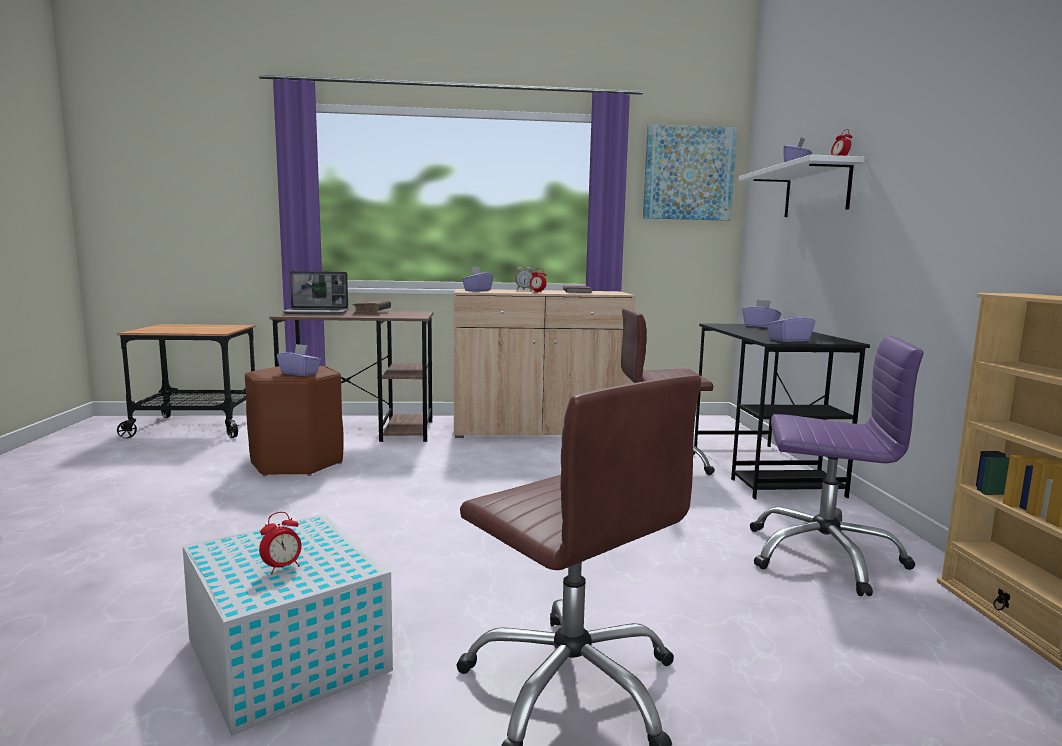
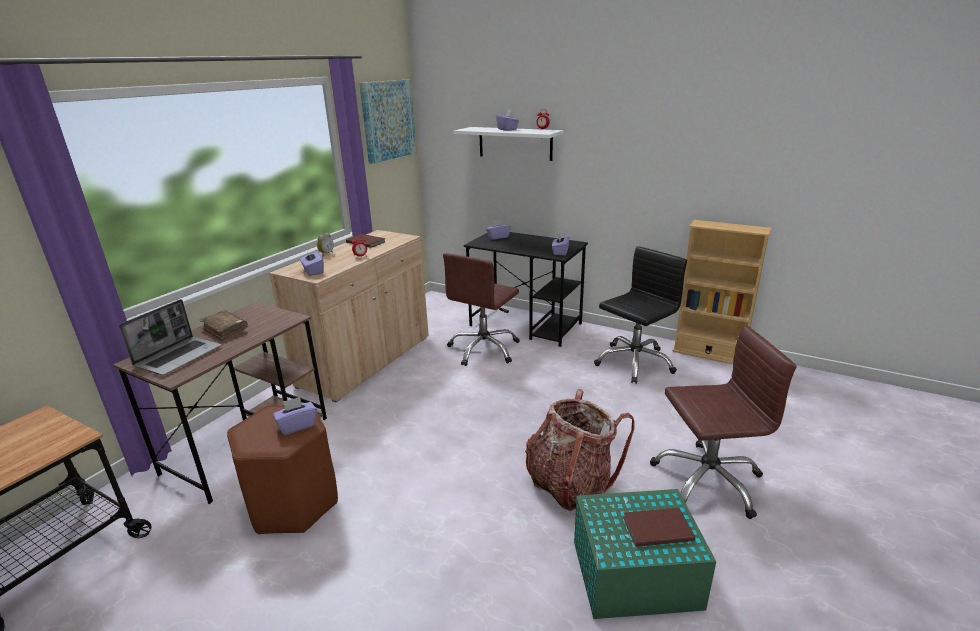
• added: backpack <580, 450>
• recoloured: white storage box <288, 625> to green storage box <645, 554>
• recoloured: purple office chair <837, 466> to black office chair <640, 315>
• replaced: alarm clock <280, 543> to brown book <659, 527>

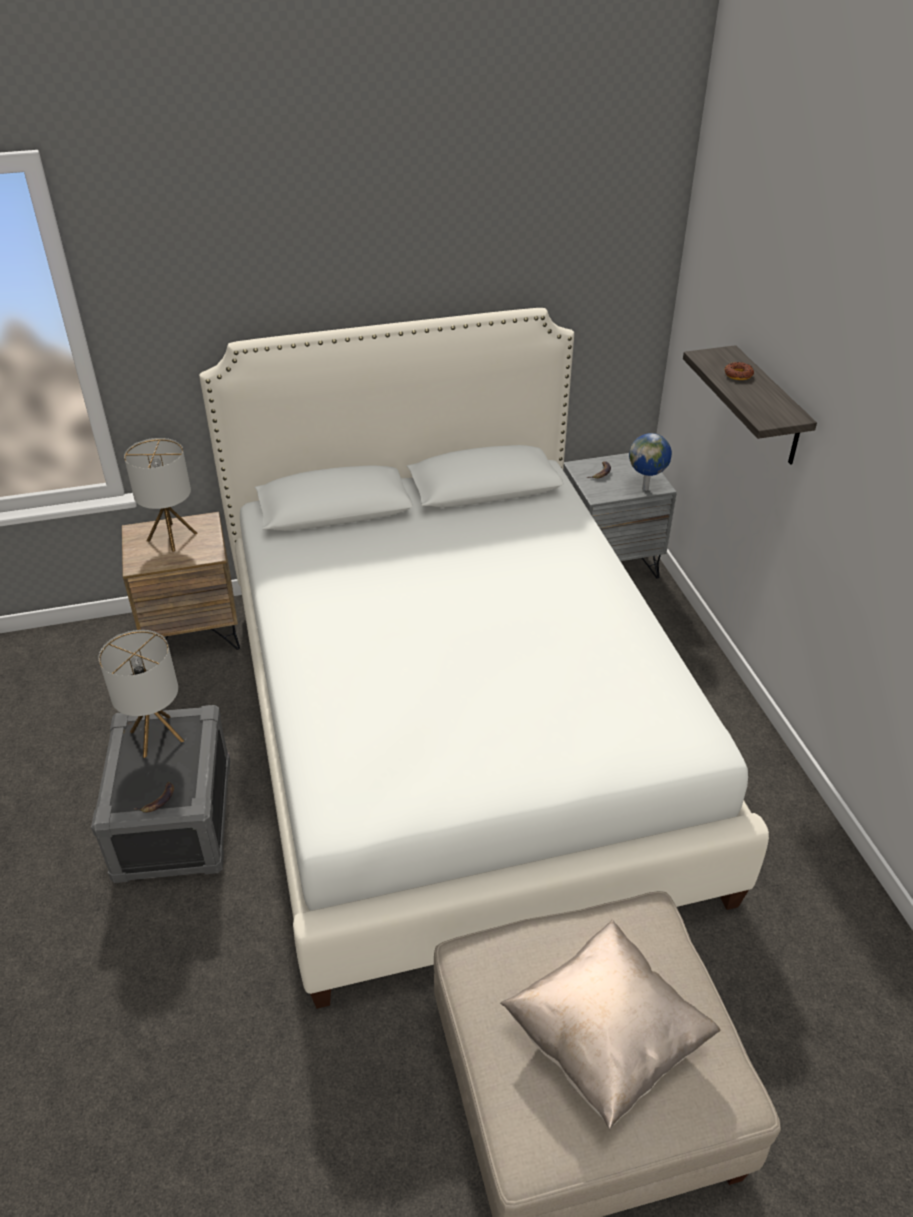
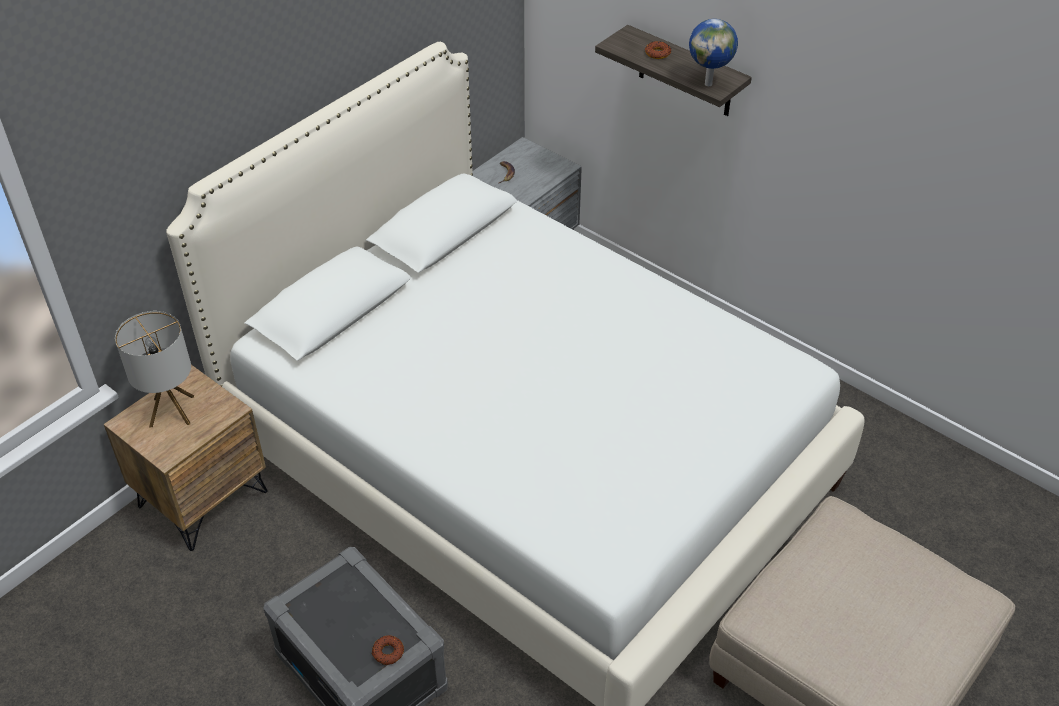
• replaced: banana <154, 797> to donut <388, 650>
• moved: globe <650, 462> to <713, 52>
• removed: table lamp <141, 694>
• removed: beige pillow <610, 1024>

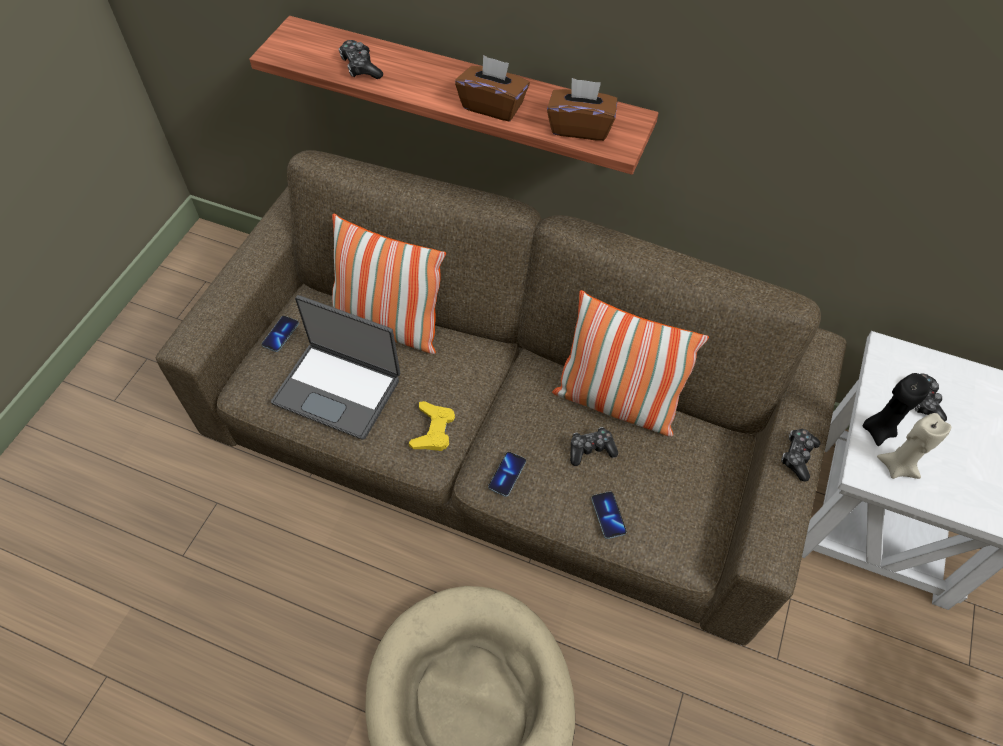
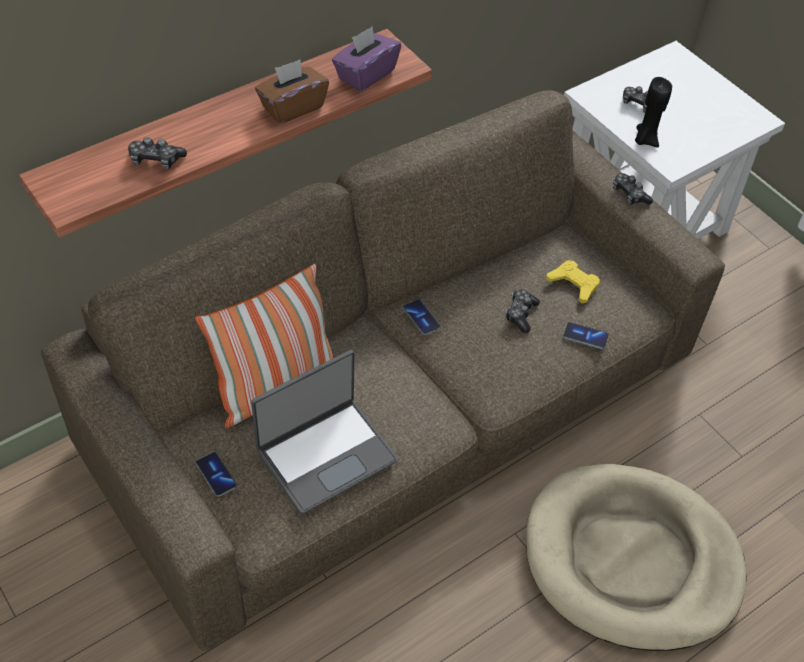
• recoloured: brown tissue box <582, 109> to purple tissue box <366, 58>
• moved: phone <507, 474> to <422, 317>
• moved: yellow game controller <432, 426> to <573, 281>
• removed: pillow <630, 363>
• removed: beige candle <914, 446>

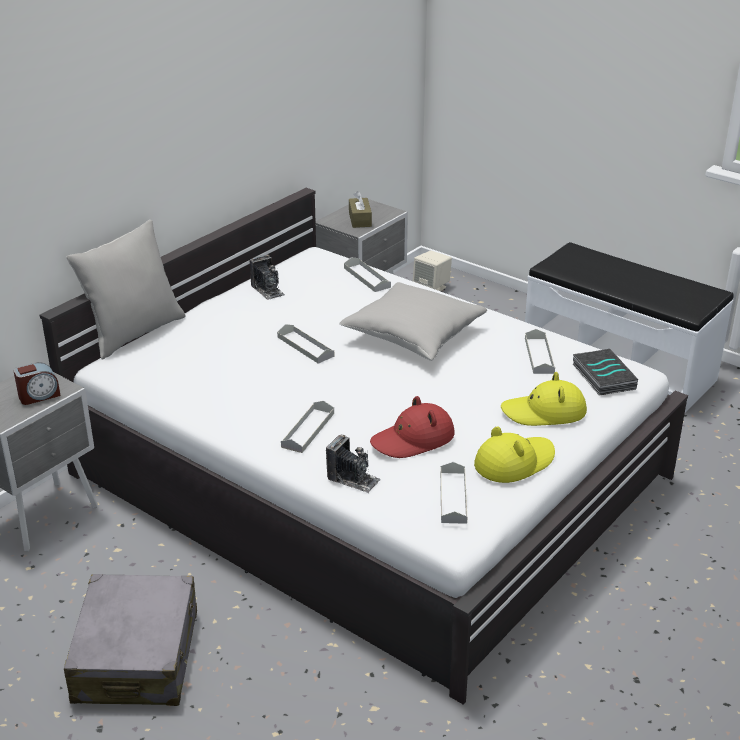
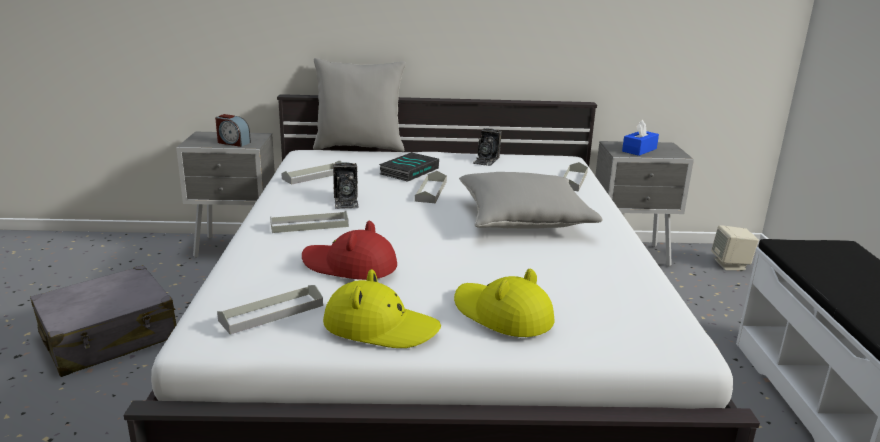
• moved: grey tray <540, 351> to <311, 172>
• moved: photo camera <353, 463> to <346, 185>
• moved: book <605, 372> to <409, 167>
• recoloured: brown tissue box <360, 209> to blue tissue box <640, 138>

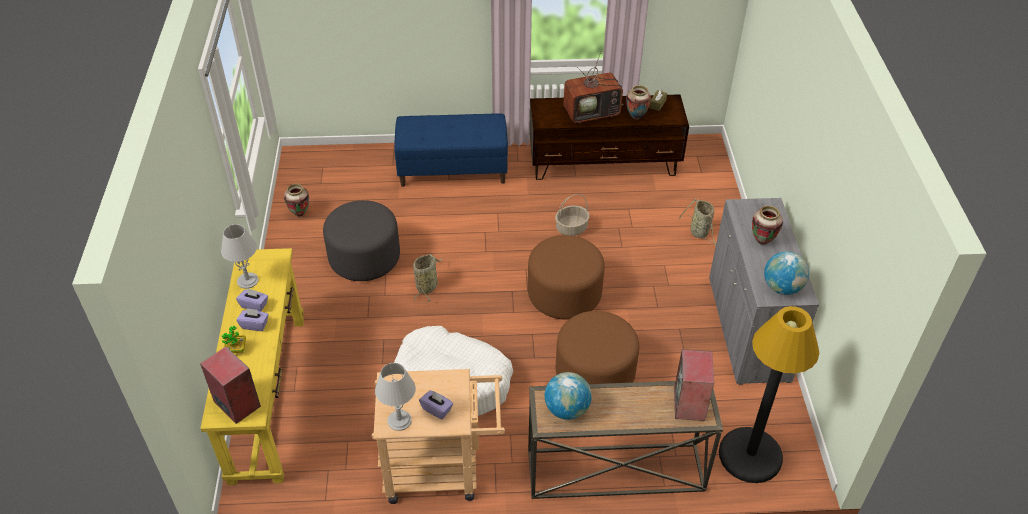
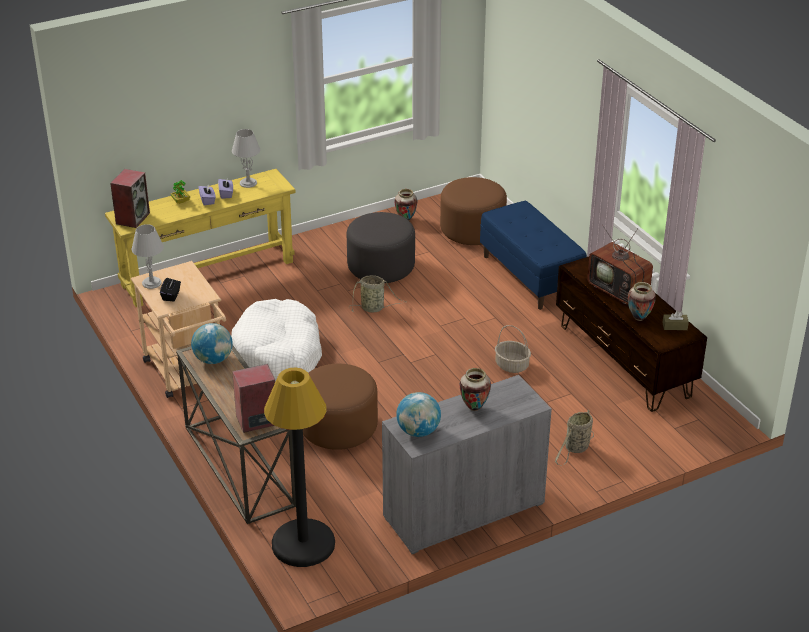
• recoloured: purple tissue box <436, 405> to black tissue box <170, 289>
• moved: brown ottoman <566, 277> to <473, 211>

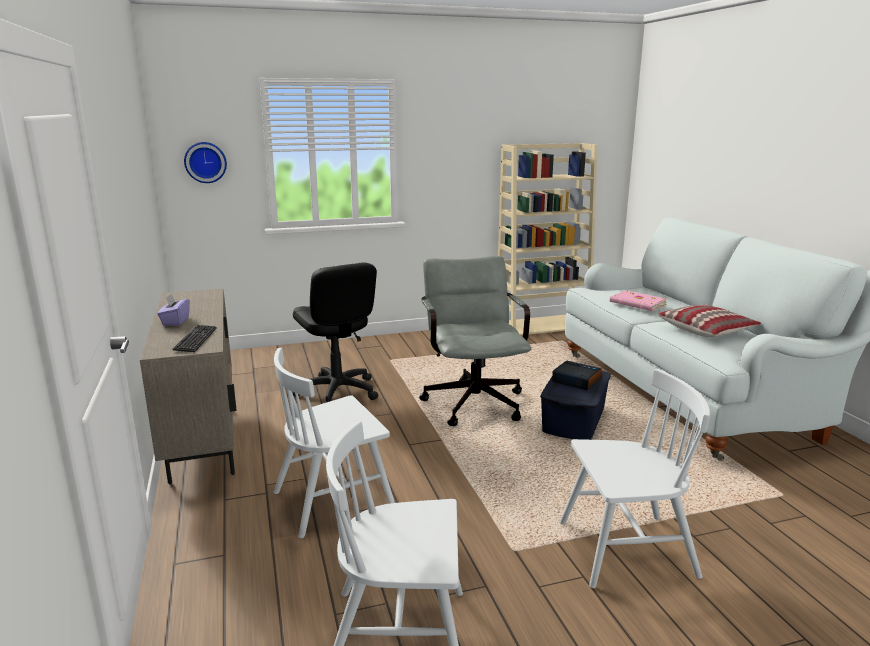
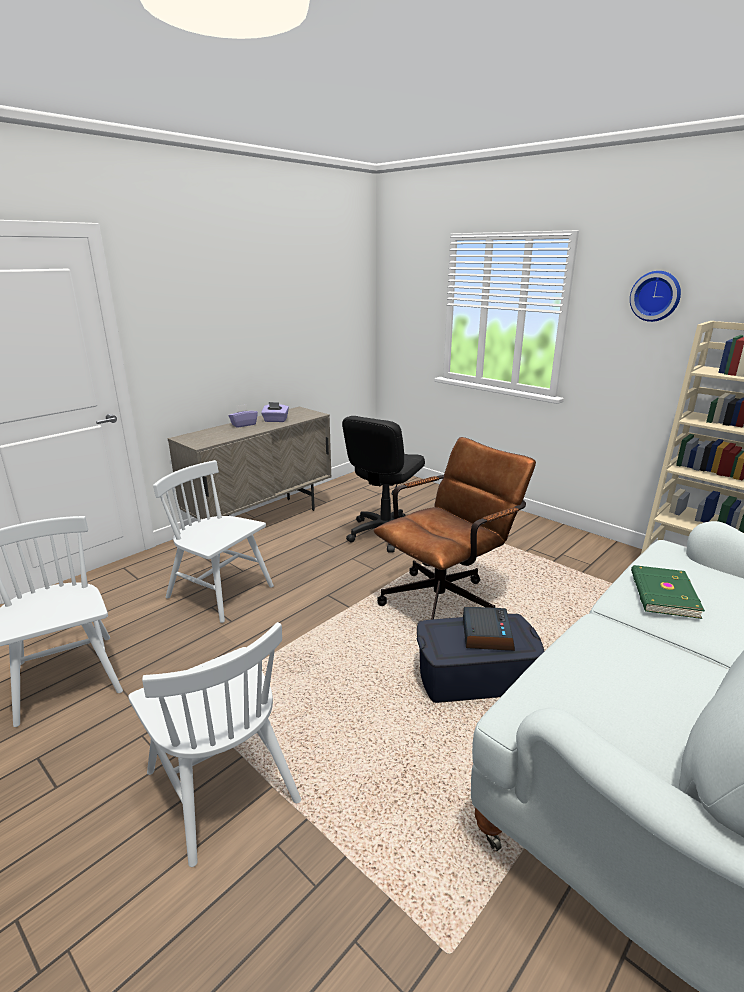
• added: purple tissue box <275, 412>
• recoloured: grey office chair <475, 341> to brown office chair <455, 528>
• moved: wall clock <205, 162> to <655, 296>
• recoloured: pink book <638, 300> to green book <668, 592>
• removed: keyboard <195, 338>
• removed: pillow <709, 321>

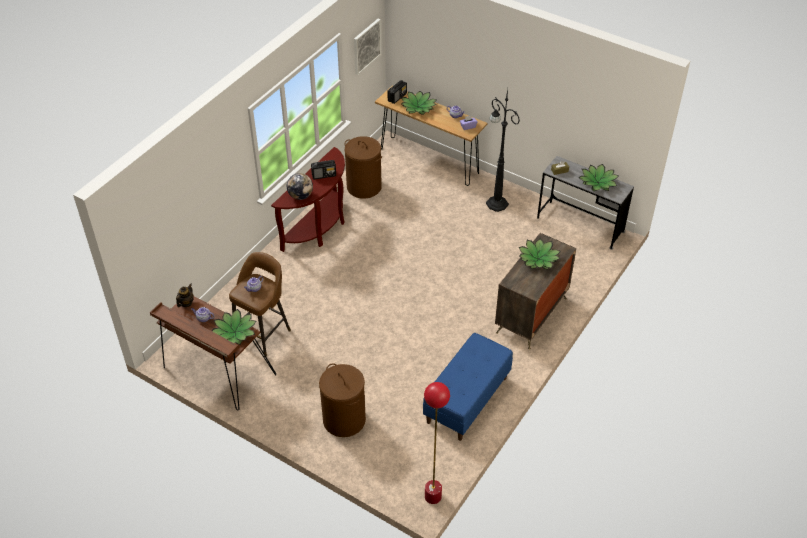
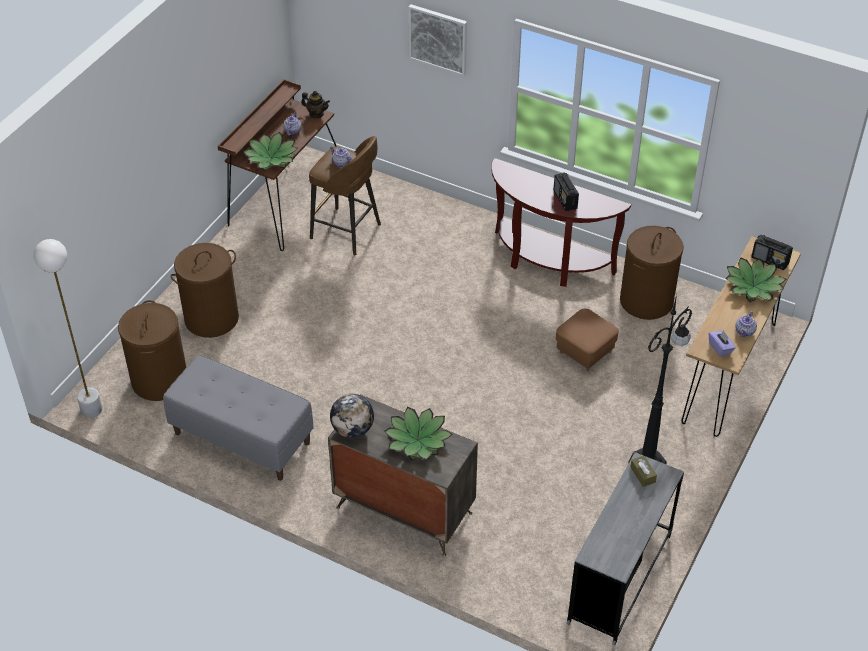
• recoloured: red floor lamp <437, 443> to white floor lamp <68, 328>
• added: brown laundry basket <152, 350>
• recoloured: blue bench <468, 387> to grey bench <238, 418>
• moved: globe <300, 186> to <352, 416>
• moved: picture <367, 47> to <437, 40>
• added: brown ottoman <587, 340>
• removed: potted plant <599, 177>

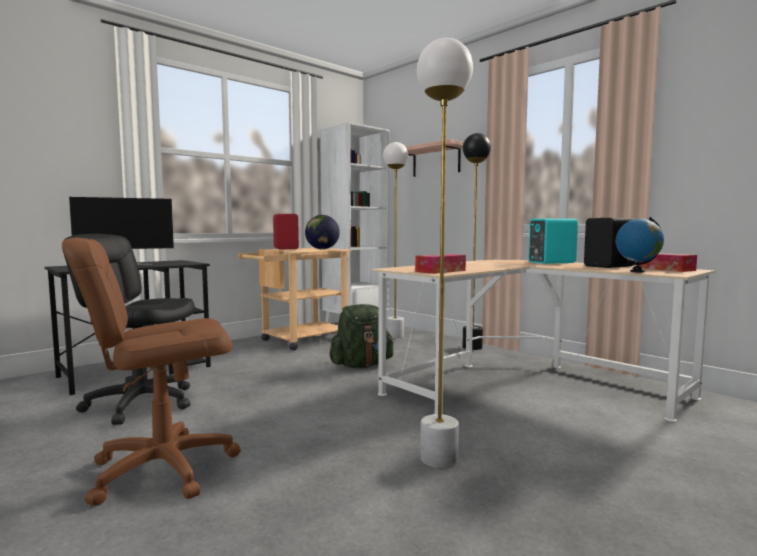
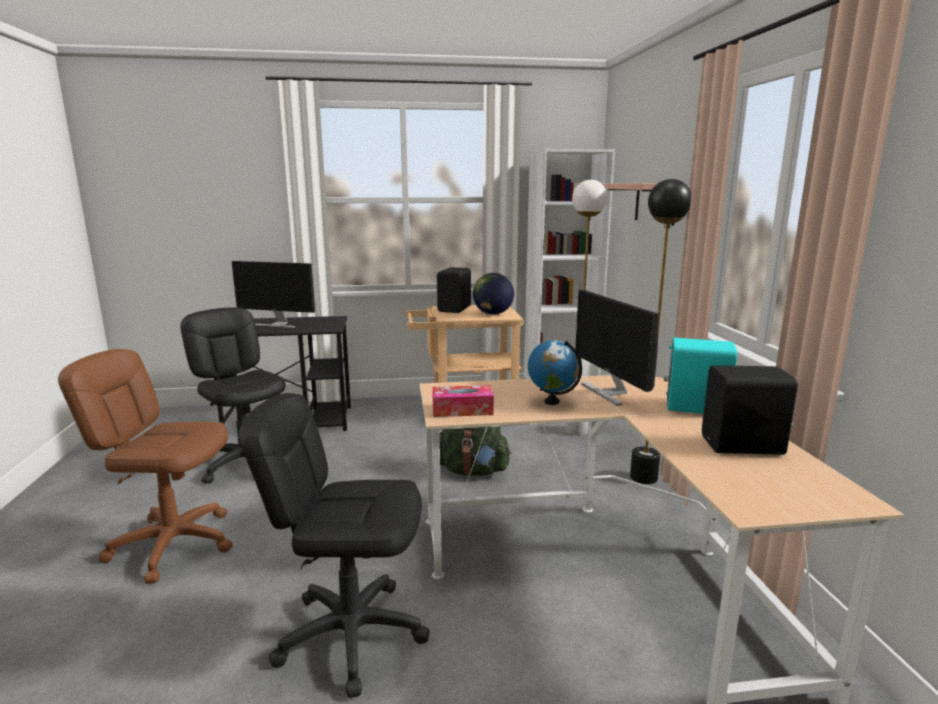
• replaced: white floor lamp <445, 253> to black office chair <334, 545>
• recoloured: red speaker <286, 232> to black speaker <454, 290>
• moved: globe <639, 245> to <555, 372>
• added: monitor <616, 347>
• removed: tissue box <668, 262>

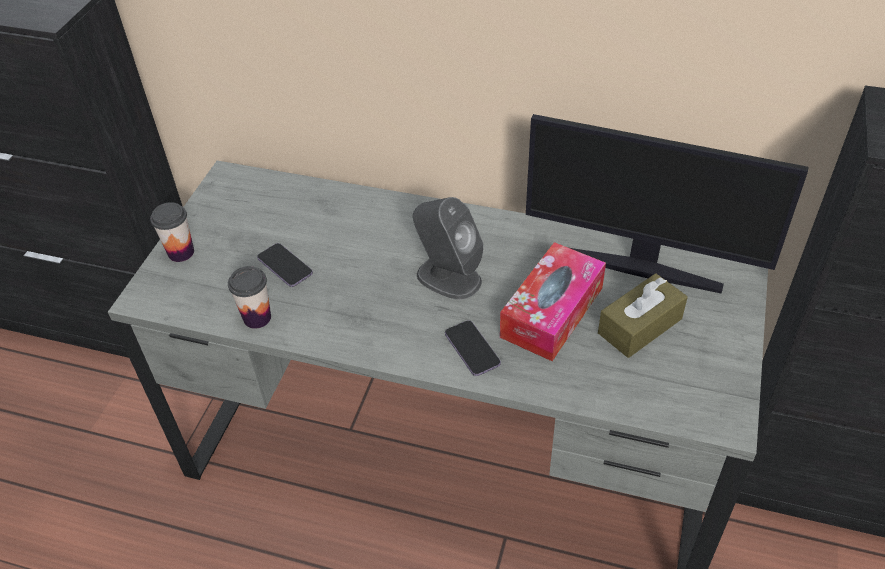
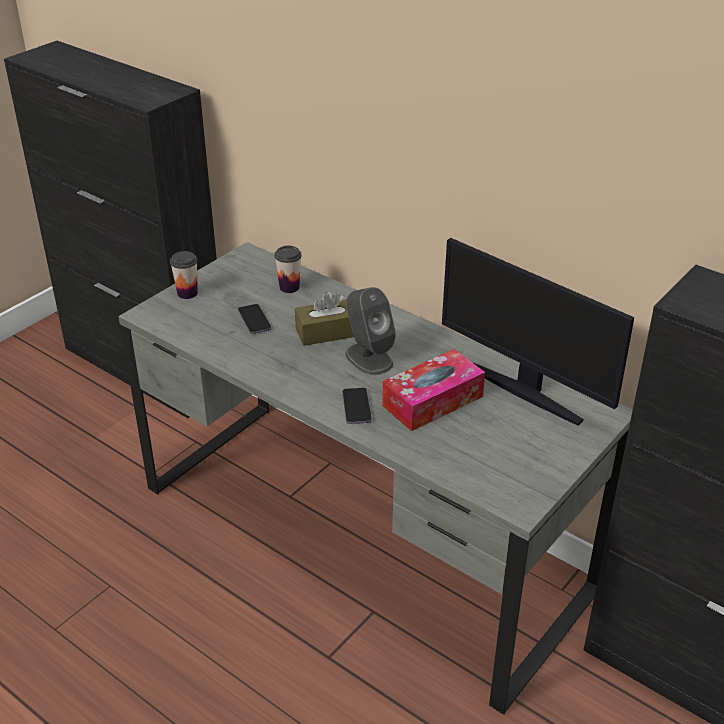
• moved: cup <249, 297> to <288, 269>
• moved: brown tissue box <643, 315> to <324, 318>

